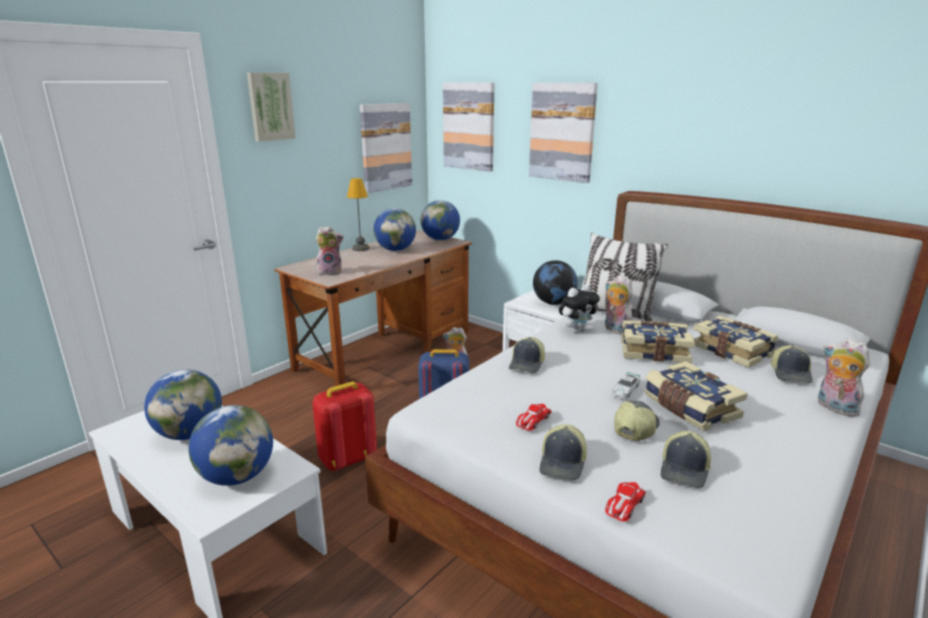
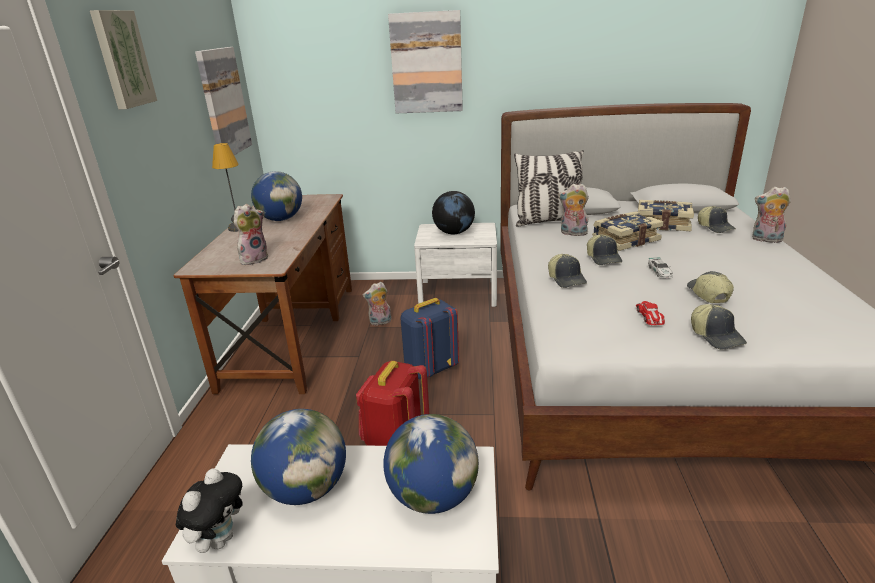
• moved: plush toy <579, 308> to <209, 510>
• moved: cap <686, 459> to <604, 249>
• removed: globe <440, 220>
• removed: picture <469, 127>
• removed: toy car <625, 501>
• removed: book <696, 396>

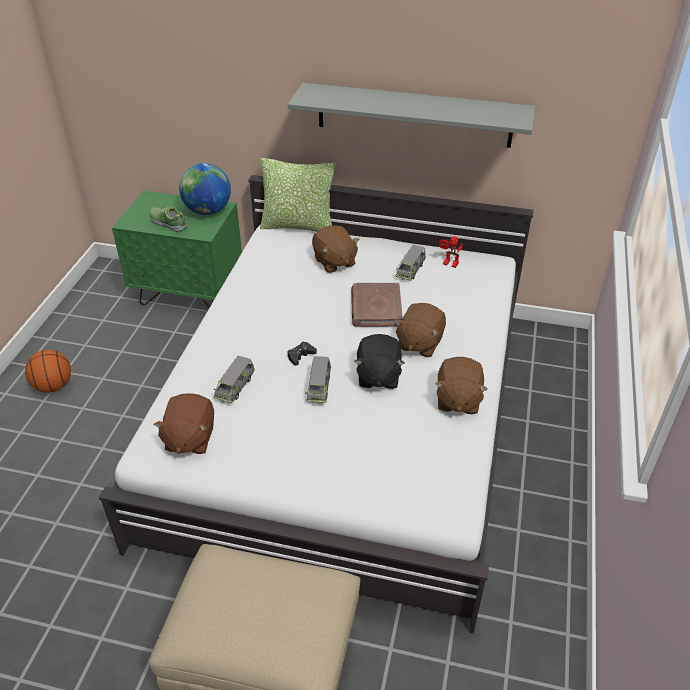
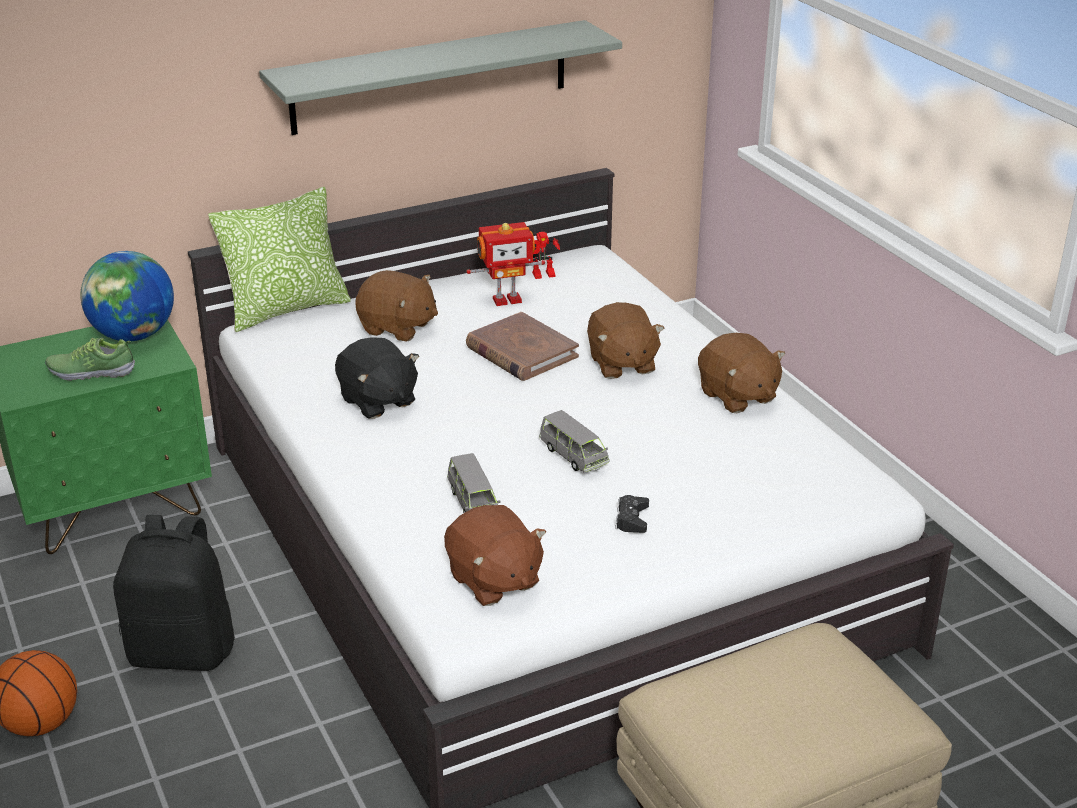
• added: black backpack <174, 593>
• moved: black plush toy <379, 361> to <377, 378>
• replaced: grey toy car <411, 263> to toy robot <505, 264>
• moved: black game controller <302, 354> to <632, 514>

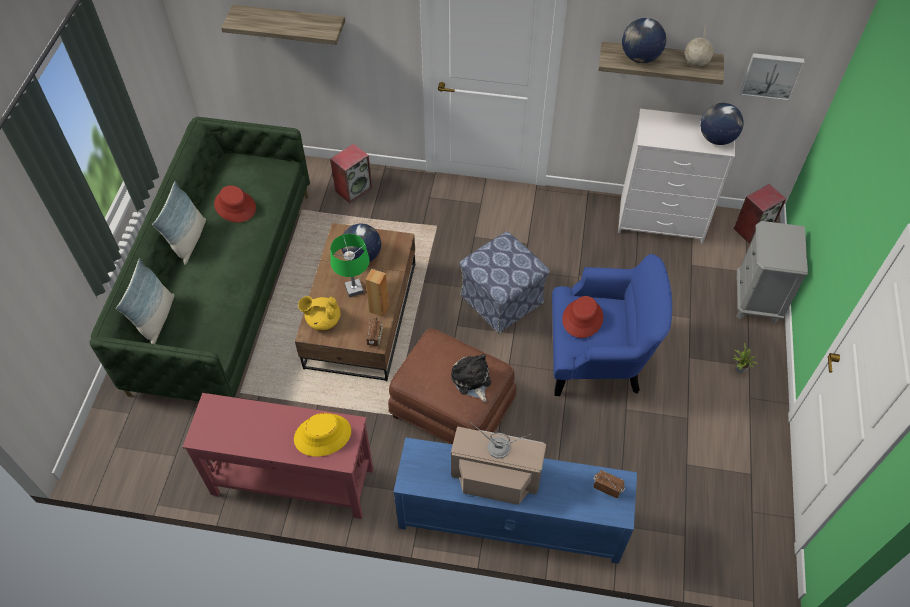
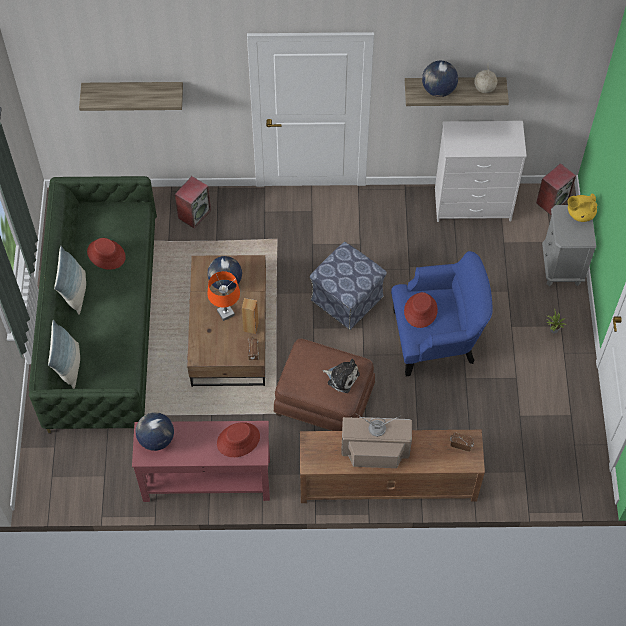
• moved: globe <722, 124> to <155, 431>
• recoloured: green table lamp <350, 265> to orange table lamp <223, 296>
• recoloured: yellow hat <322, 435> to red hat <238, 439>
• recoloured: blue tv stand <515, 500> to brown tv stand <392, 466>
• turned: plush toy <471, 378> = <341, 376> 150 degrees clockwise
• moved: yellow teapot <319, 313> to <582, 207>
• removed: picture <772, 77>

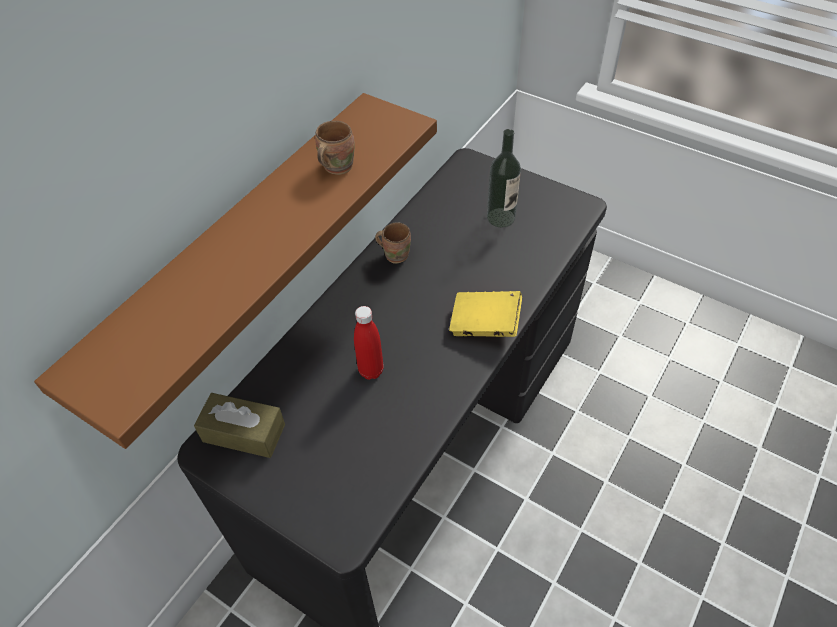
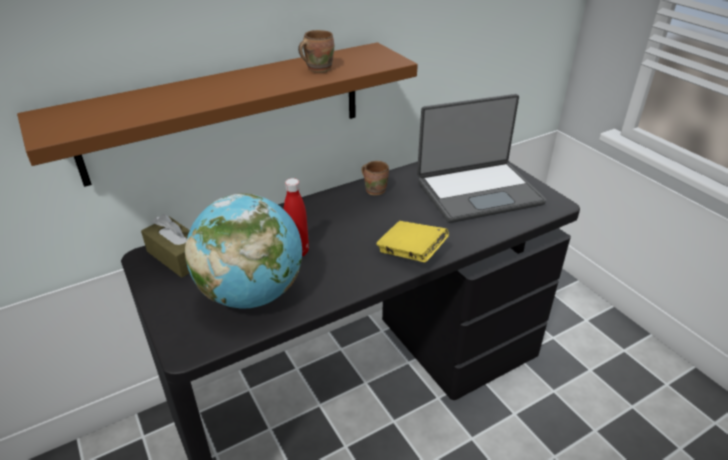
• added: globe <243, 251>
• replaced: bottle <504, 178> to laptop <481, 158>

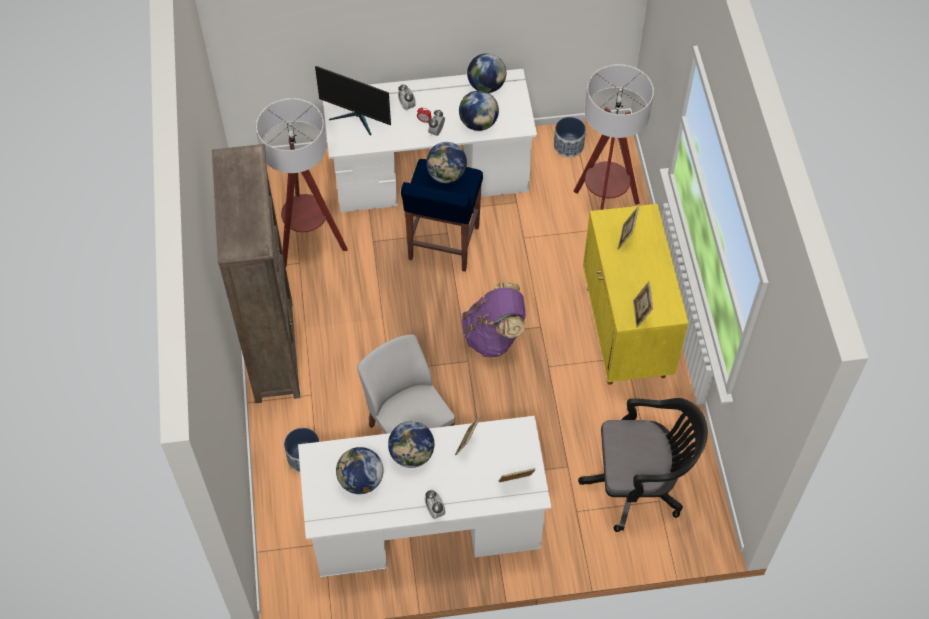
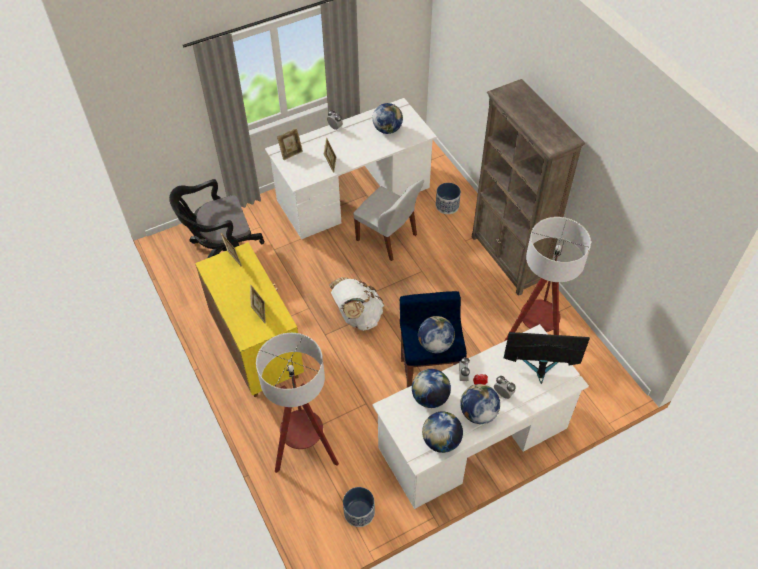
• recoloured: purple backpack <494, 320> to white backpack <356, 304>
• moved: globe <411, 444> to <480, 404>

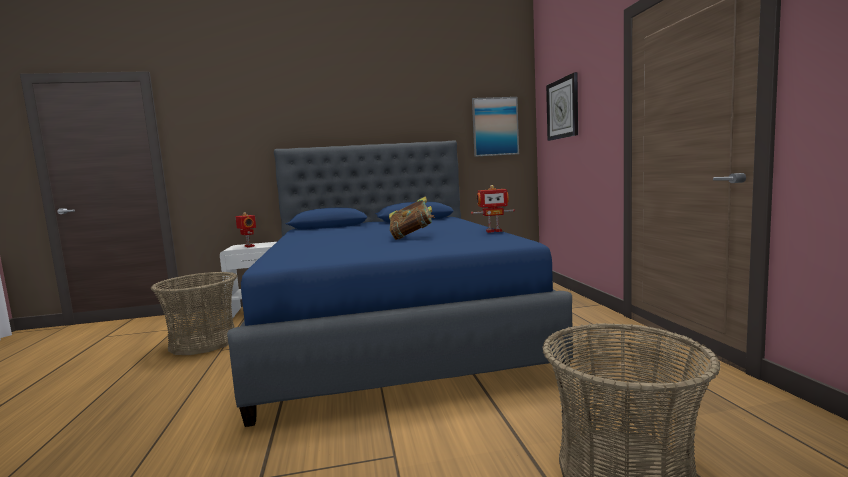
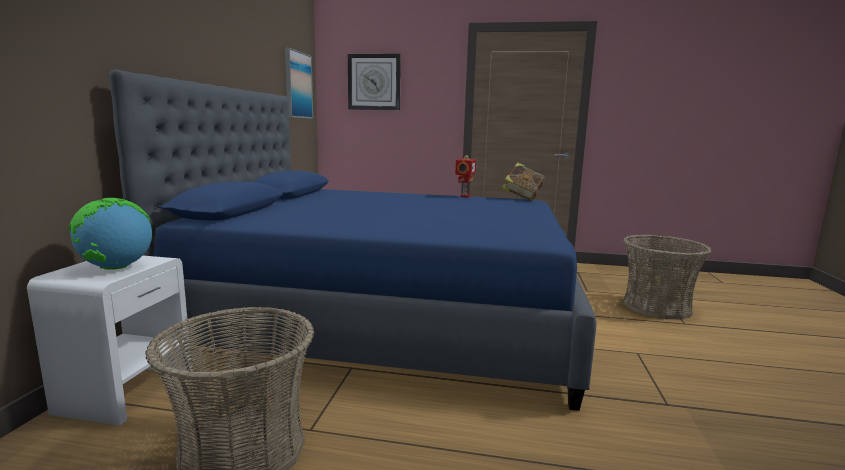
• replaced: toy robot <245, 229> to globe <110, 234>
• moved: book <412, 218> to <522, 181>

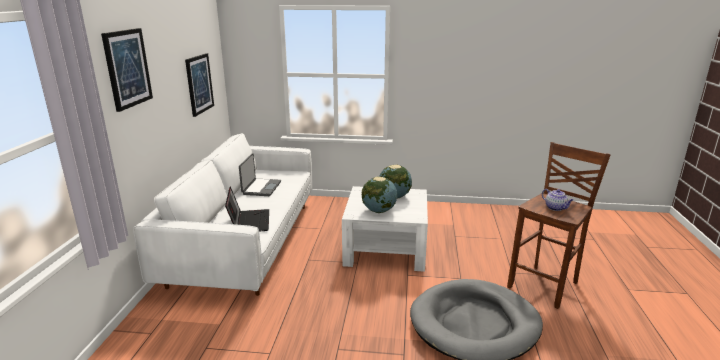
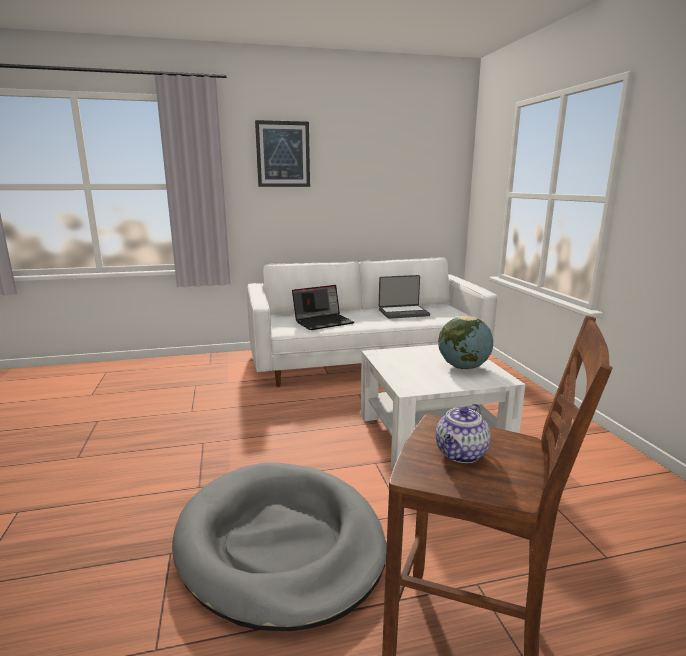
• removed: picture <199, 85>
• removed: globe <379, 195>

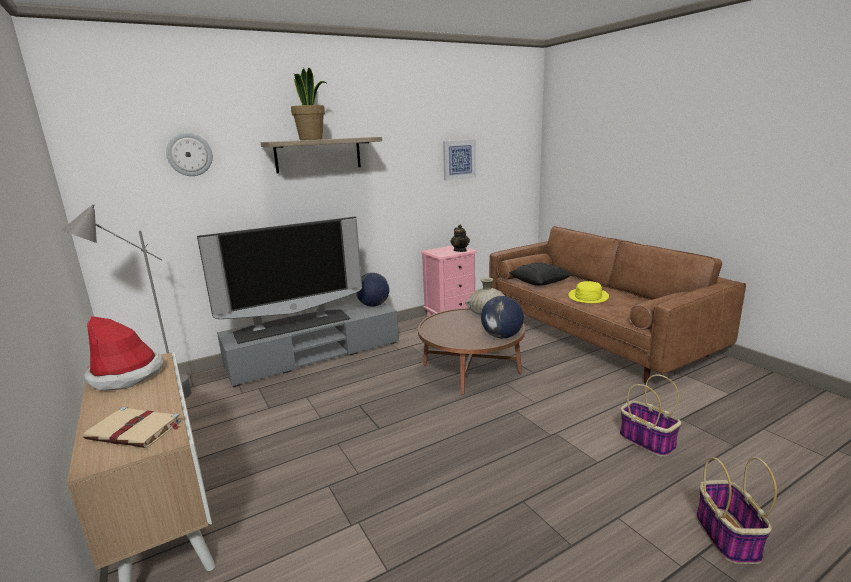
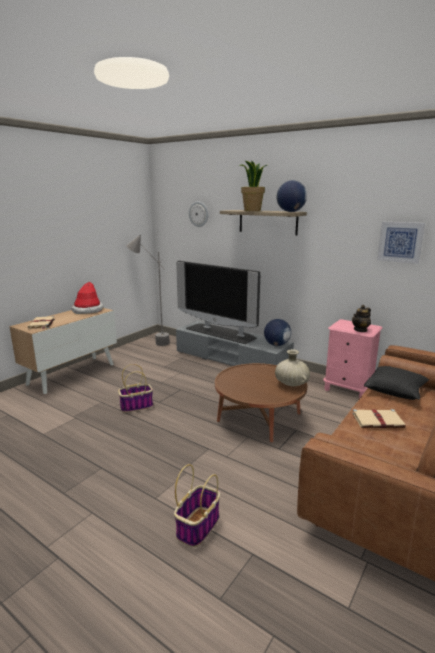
• moved: basket <736, 510> to <135, 388>
• moved: globe <502, 317> to <291, 196>
• replaced: yellow hat <588, 292> to beige book <378, 418>

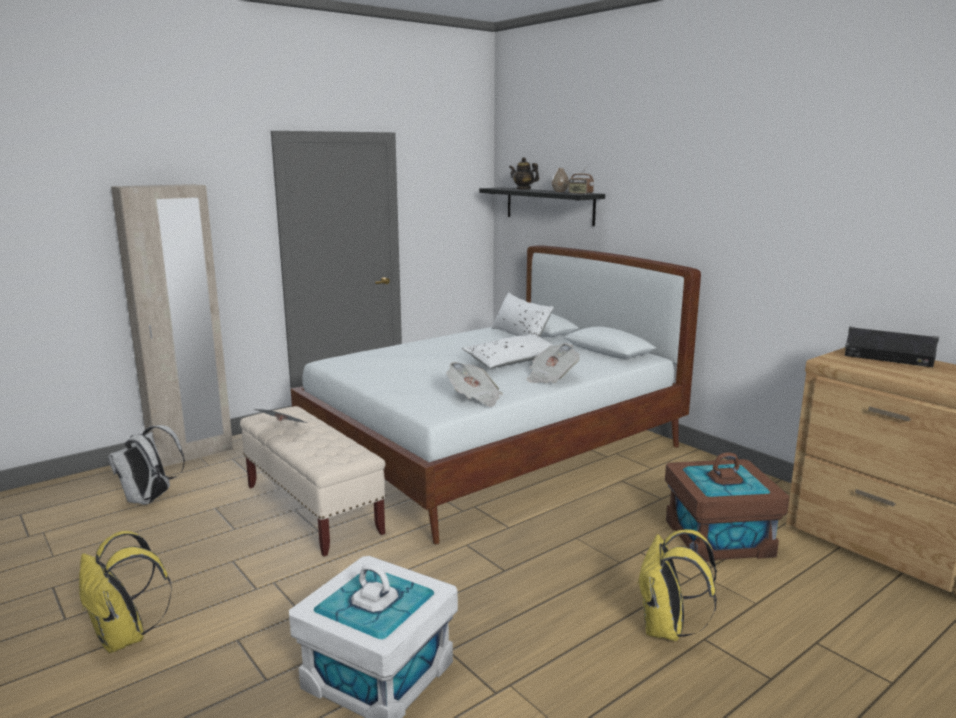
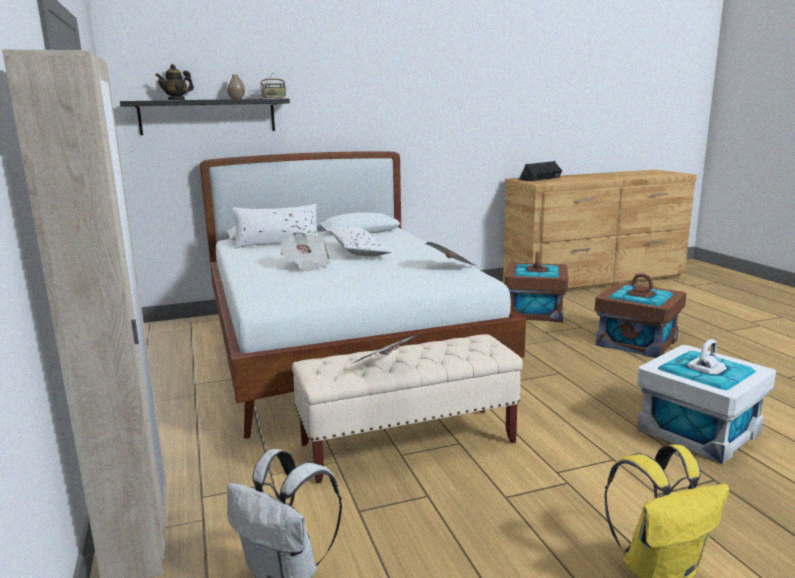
• moved: newspaper <553, 363> to <305, 252>
• replaced: yellow backpack <677, 585> to brown storage box <641, 315>

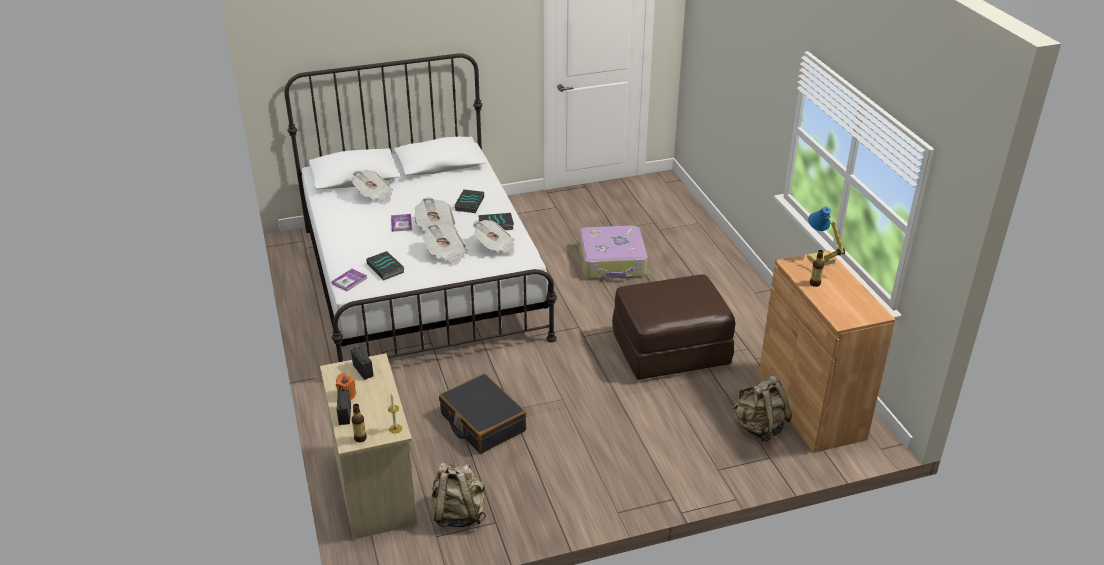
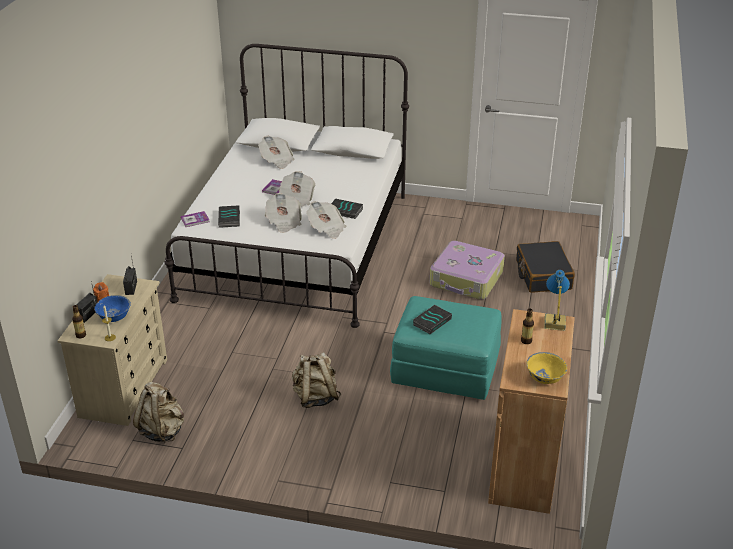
• added: blue bowl <112, 308>
• moved: beige backpack <762, 409> to <316, 380>
• recoloured: brown ottoman <673, 327> to turquoise ottoman <446, 348>
• moved: book <469, 201> to <432, 319>
• moved: black suitcase <482, 414> to <545, 267>
• added: yellow bowl <546, 368>

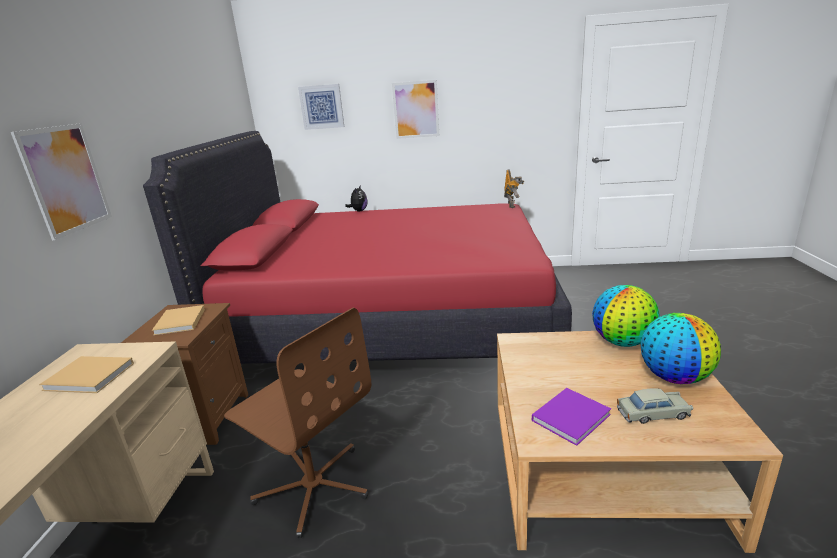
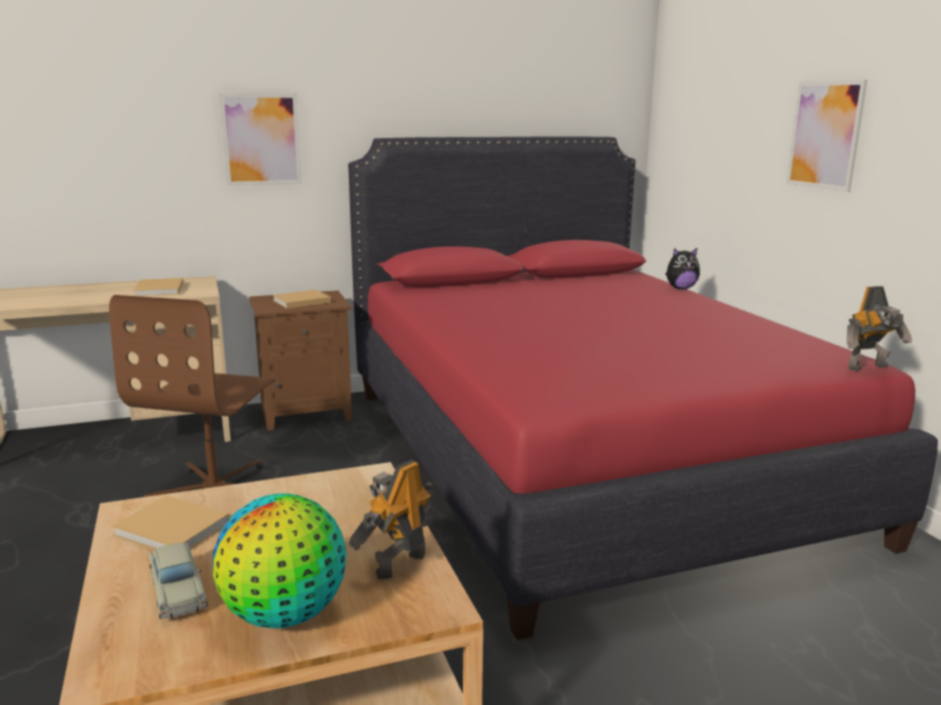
• recoloured: purple book <571, 417> to beige book <170, 522>
• replaced: globe <625, 316> to toy robot <391, 520>
• removed: picture <321, 107>

